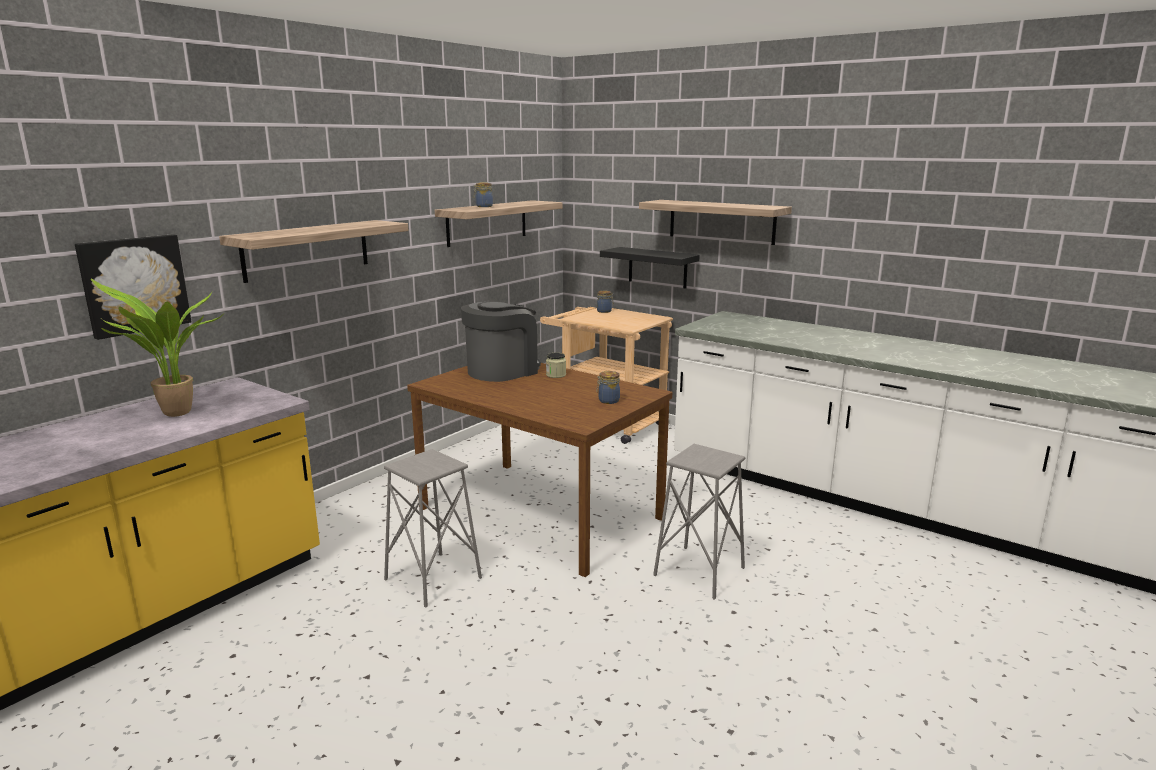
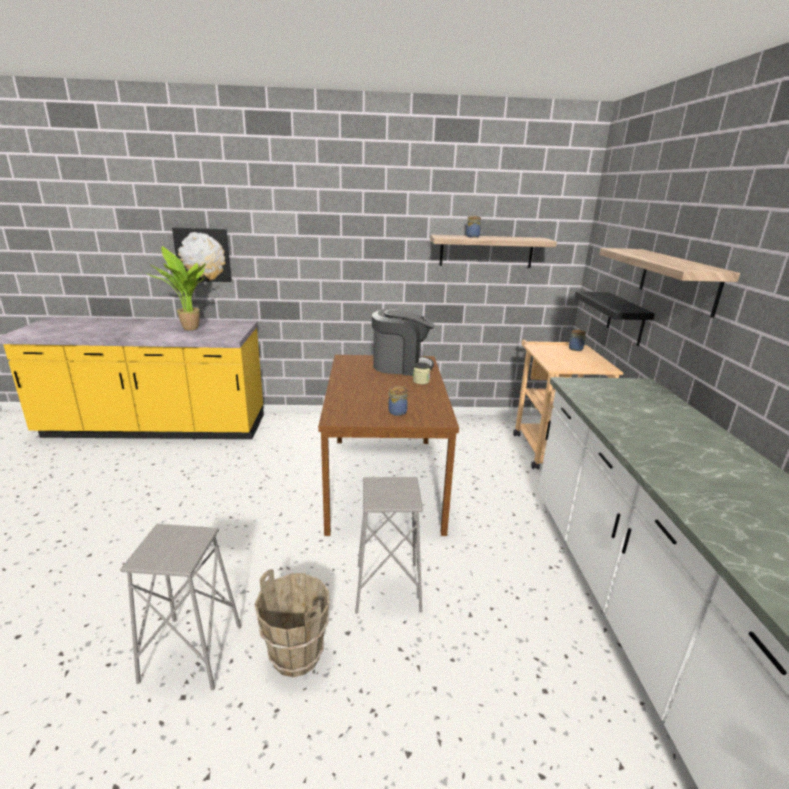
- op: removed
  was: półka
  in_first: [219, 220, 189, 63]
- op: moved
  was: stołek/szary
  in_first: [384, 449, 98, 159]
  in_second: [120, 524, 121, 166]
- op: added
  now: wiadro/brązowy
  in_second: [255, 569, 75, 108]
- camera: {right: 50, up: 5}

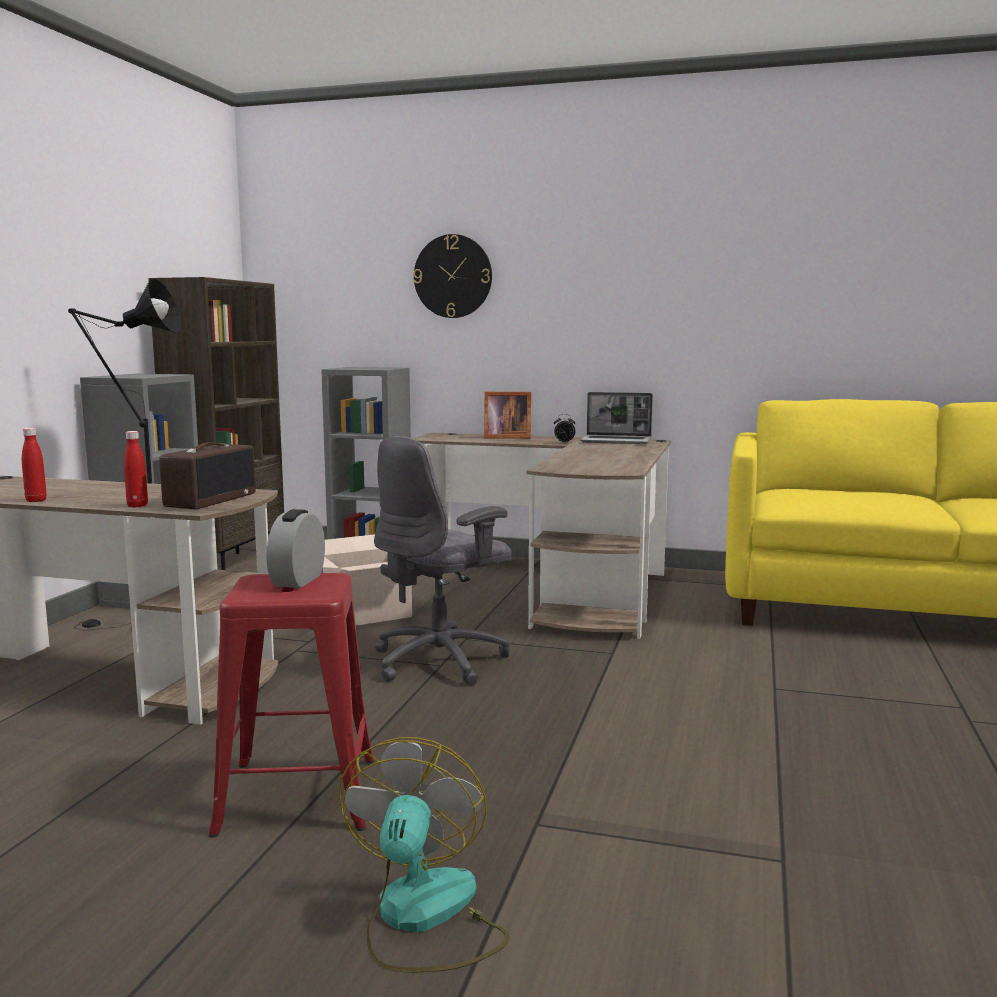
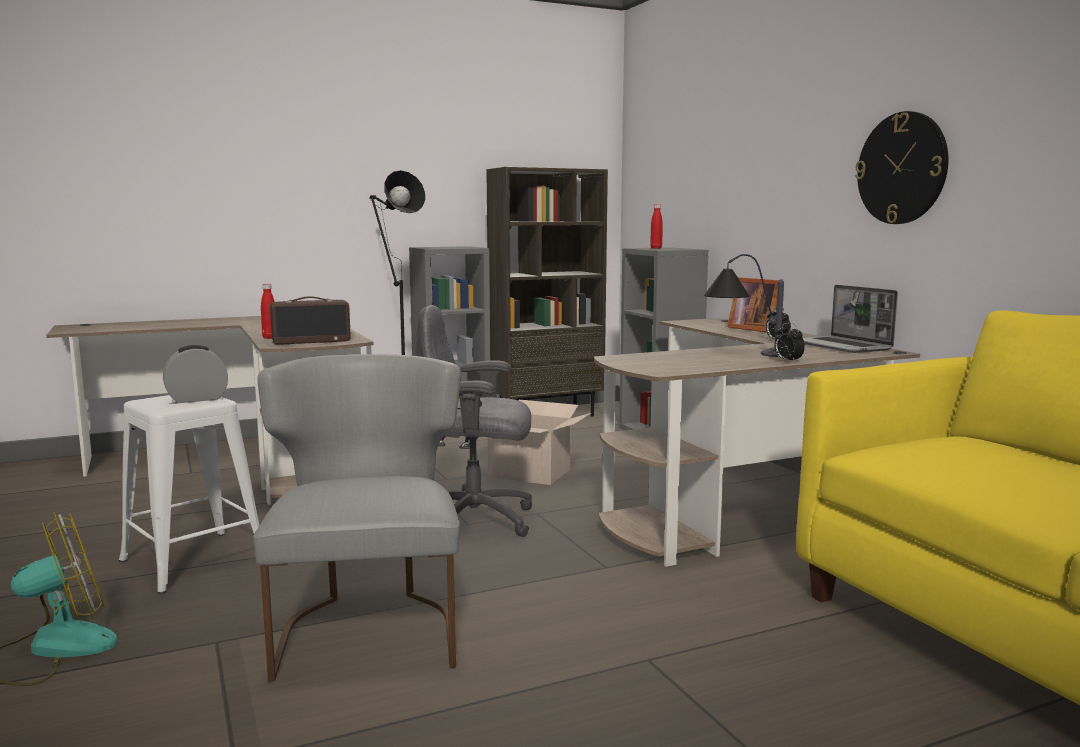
- op: moved
  was: butelka/czerwony
  in_first: [22, 428, 25, 74]
  in_second: [650, 204, 13, 45]
- op: recoloured
  was: stołek/czerwony
  now: stołek/biały
  in_first: [208, 573, 167, 264]
  in_second: [119, 395, 141, 199]
- op: moved
  was: zegar ścienny
  in_first: [413, 234, 79, 84]
  in_second: [855, 111, 93, 113]
- op: added
  now: krzesło/szary
  in_second: [253, 354, 208, 327]
- op: added
  now: lampa stołowa
  in_second: [704, 254, 80, 103]
- op: added
  now: budzik
  in_second: [774, 323, 31, 40]
- camera: {right: 50, up: 0}

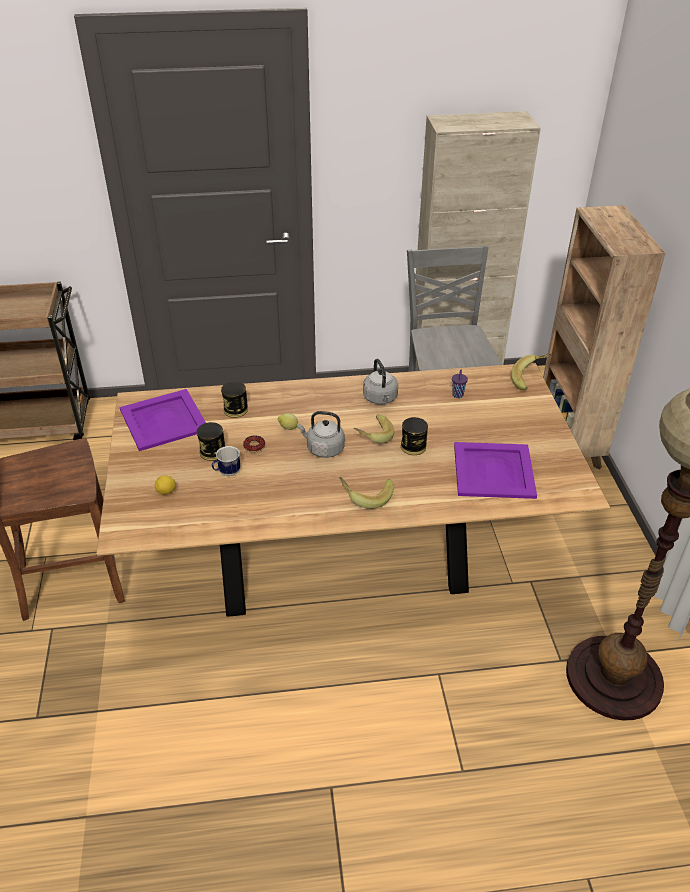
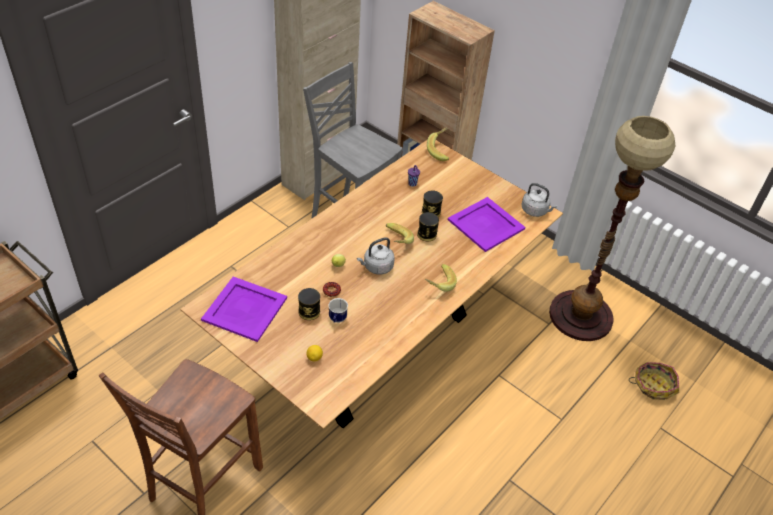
- op: moved
  was: puszka
  in_first: [221, 382, 27, 36]
  in_second: [422, 190, 21, 27]
- op: moved
  was: czajnik/szary
  in_first: [363, 359, 35, 46]
  in_second: [522, 183, 35, 34]
- op: added
  now: koszyk
  in_second: [629, 362, 50, 38]
- camera: {right: -45, up: 5}

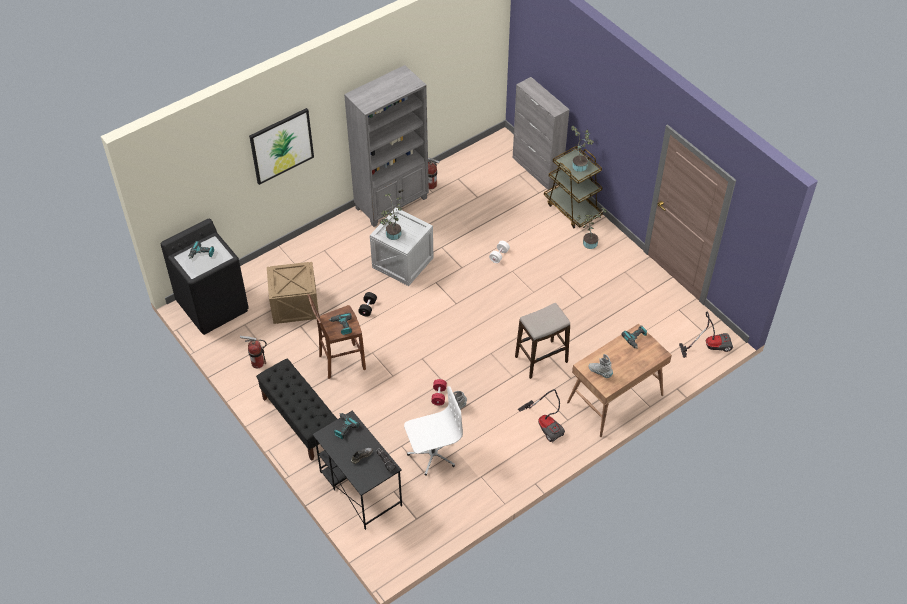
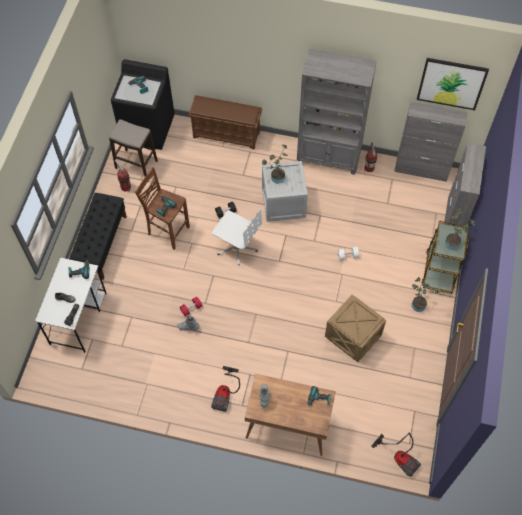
- op: moved
  was: obraz
  in_first: [249, 108, 65, 77]
  in_second: [417, 58, 72, 52]
- op: moved
  was: skrzynka
  in_first: [267, 262, 52, 62]
  in_second: [325, 295, 61, 67]
- op: recoloured
  was: biurko/czarny
  now: biurko/biały
  in_first: [312, 411, 90, 119]
  in_second: [35, 257, 71, 96]
- op: moved
  was: krzesło biurowe/biały
  in_first: [404, 386, 59, 90]
  in_second: [212, 209, 50, 57]
- op: moved
  was: stołek
  in_first: [515, 303, 55, 76]
  in_second: [109, 119, 49, 58]
- op: added
  now: regał na buty/brązowy
  in_second: [188, 95, 74, 55]
- op: added
  now: szafka/szary
  in_second: [394, 102, 74, 80]
- camera: {right: 50, up: 10}

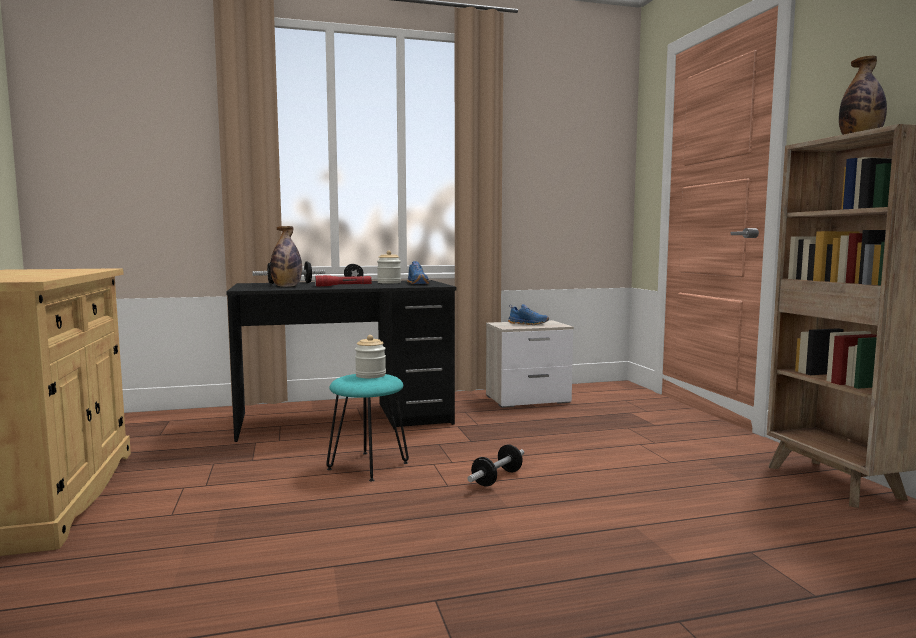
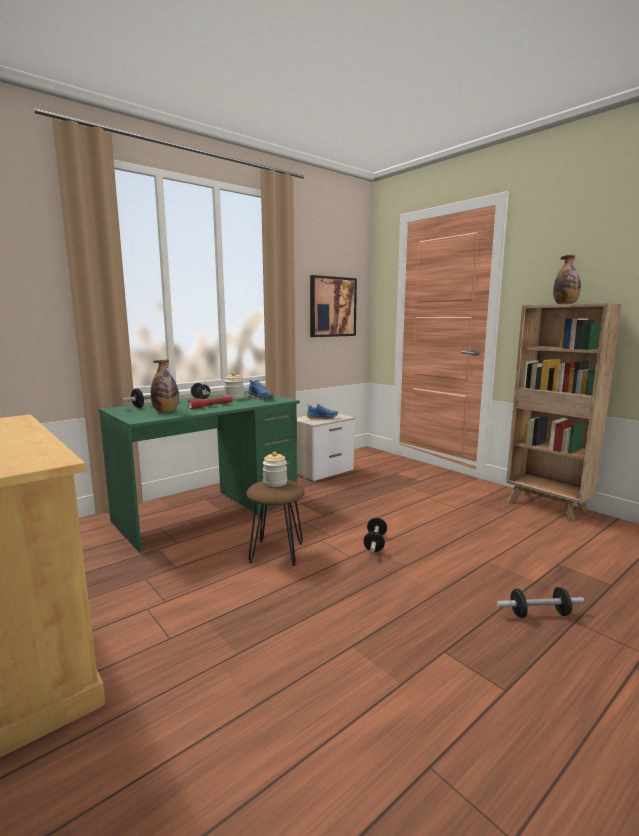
- op: recoloured
  was: biurko/czarny
  now: biurko/zielony
  in_first: [226, 280, 231, 162]
  in_second: [98, 391, 202, 161]
- op: recoloured
  was: stołek/turkusowy
  now: stołek/brązowy
  in_first: [326, 374, 83, 107]
  in_second: [246, 480, 59, 86]
- op: added
  now: obraz
  in_second: [310, 275, 47, 62]
- op: added
  now: hantel
  in_second: [497, 587, 88, 31]
- camera: {right: -25, up: 5}

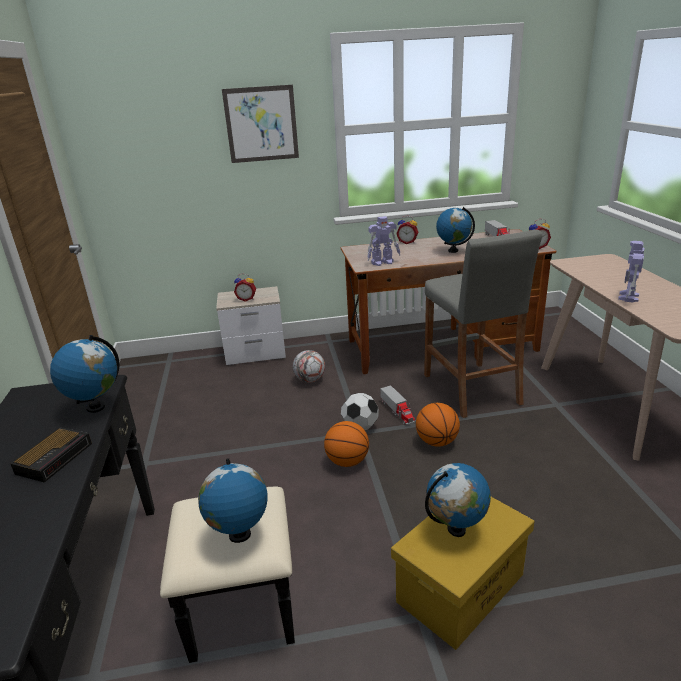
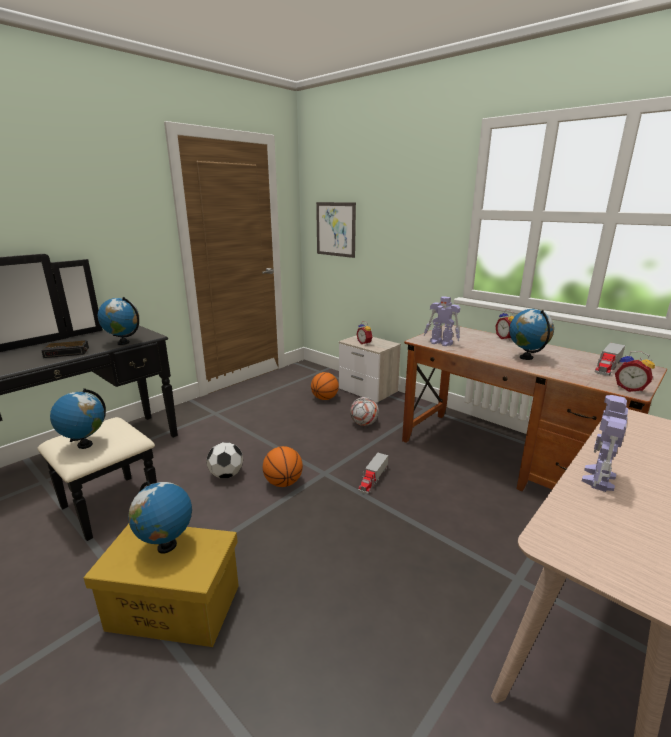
- op: moved
  was: obraz
  in_first: [222, 85, 77, 78]
  in_second: [316, 202, 40, 56]
- op: moved
  was: piłka futbolowa
  in_first: [341, 393, 38, 37]
  in_second: [206, 442, 37, 37]
- op: moved
  was: piłka do koszykówki
  in_first: [416, 403, 44, 44]
  in_second: [311, 372, 28, 28]
- op: removed
  was: stołek/szary
  in_first: [424, 230, 118, 188]
- op: turned
  was: robot zabawkowy
  in_first: [618, 241, 26, 62]
  in_second: [582, 395, 46, 97]
  clockwise: -45
- camera: {right: 50, up: -5}

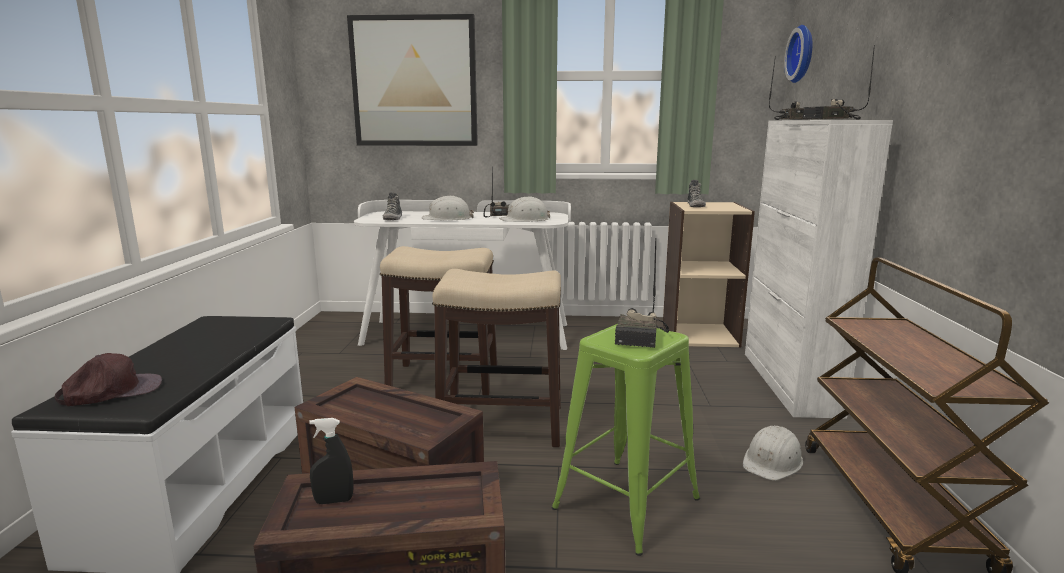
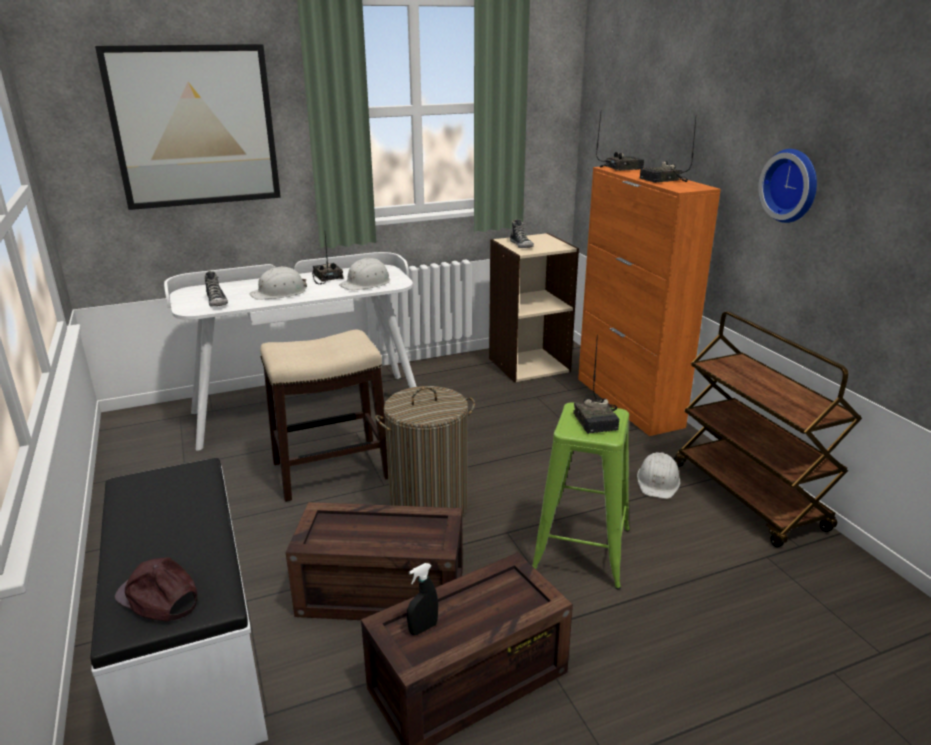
- op: turned
  was: czapka z daszkiem/brązowy
  in_first: [54, 353, 108, 53]
  in_second: [115, 557, 82, 64]
  clockwise: -90
- op: replaced
  was: stołek
  now: kosz na pranie
  in_first: [432, 269, 129, 178]
  in_second: [375, 386, 100, 129]
- op: recoloured
  was: szafka/biały
  now: szafka/pomarańczowy
  in_first: [745, 120, 148, 299]
  in_second: [578, 166, 143, 270]
- op: moved
  was: zegar ścienny
  in_first: [784, 25, 28, 58]
  in_second: [758, 149, 59, 74]
- camera: {right: -25, up: 10}

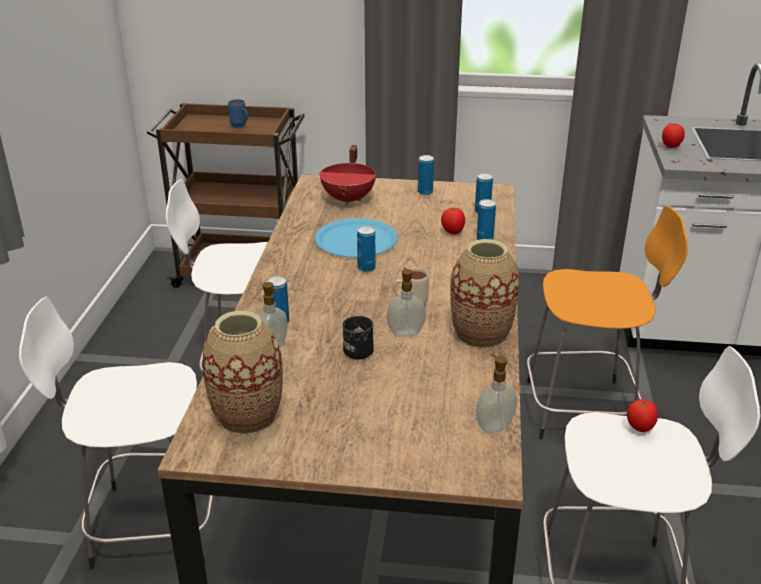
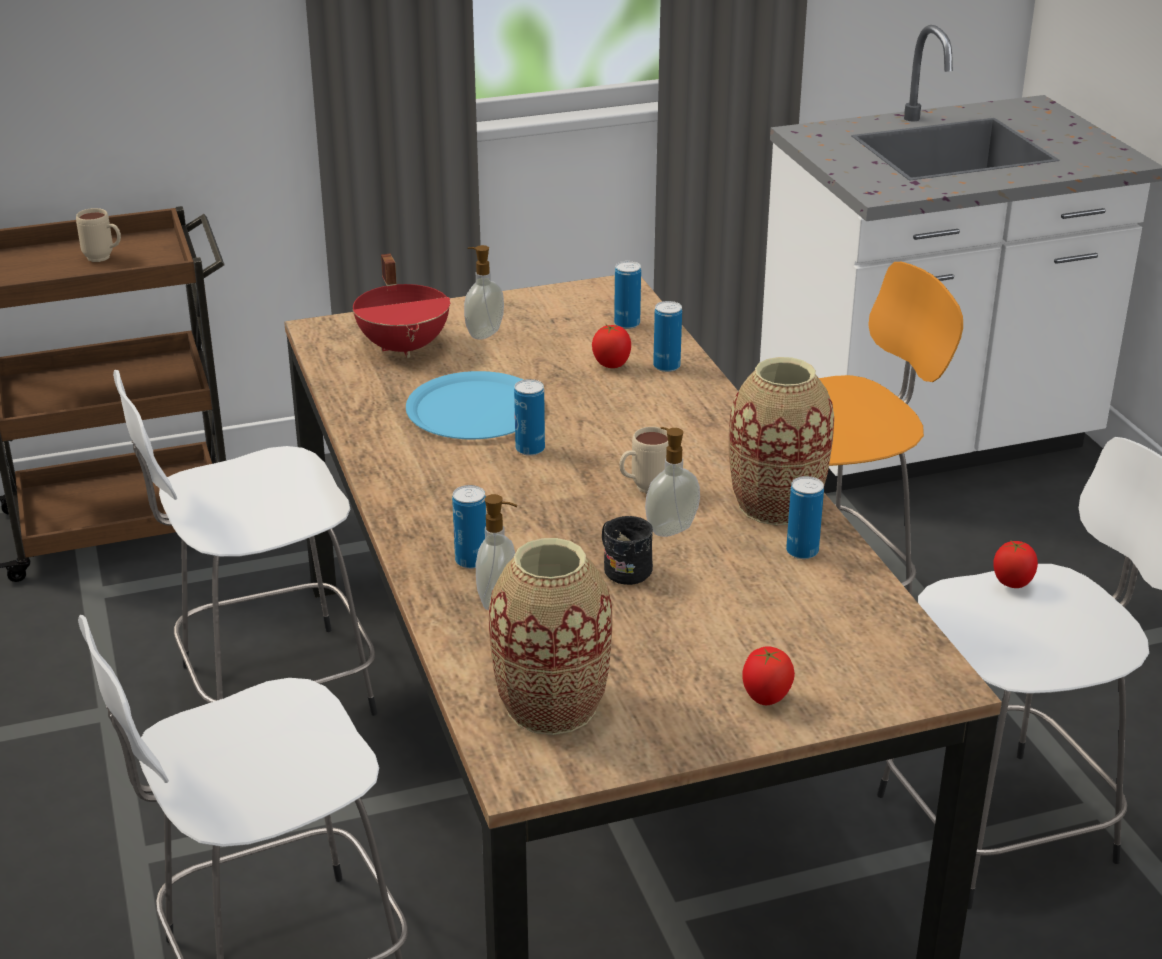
- op: recoloured
  was: kubek/niebieski
  now: kubek/beżowy
  in_first: [228, 99, 20, 29]
  in_second: [76, 208, 45, 54]
- op: moved
  was: puszka
  in_first: [418, 155, 16, 40]
  in_second: [786, 476, 38, 83]
- op: moved
  was: dozownik mydła
  in_first: [476, 354, 41, 79]
  in_second: [464, 245, 40, 95]
- op: moved
  was: pomidor
  in_first: [662, 123, 23, 25]
  in_second: [742, 646, 53, 59]
- camera: {right: -25, up: 0}

